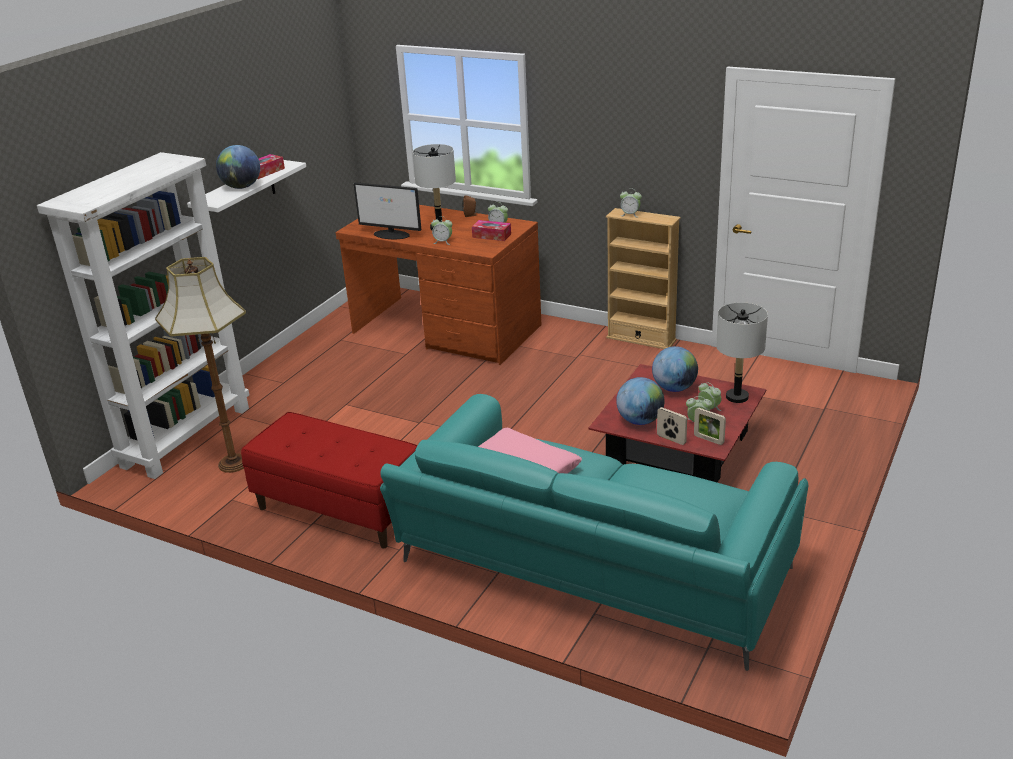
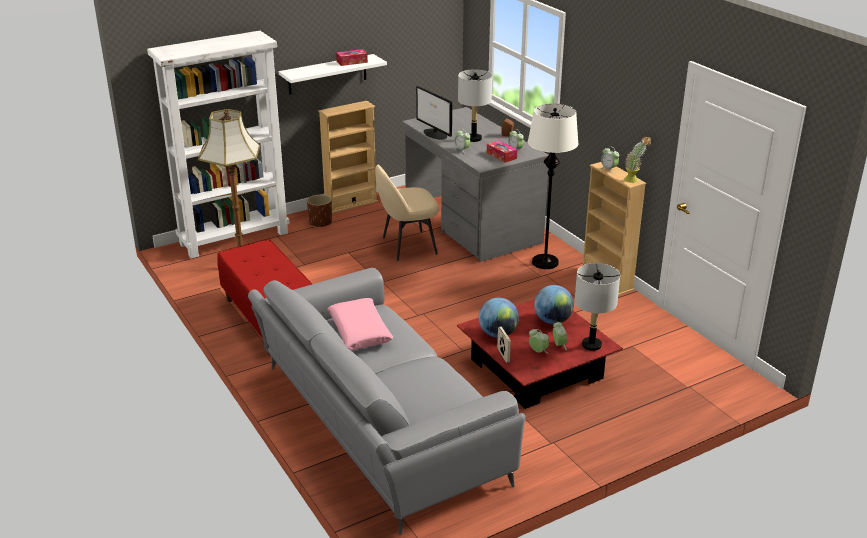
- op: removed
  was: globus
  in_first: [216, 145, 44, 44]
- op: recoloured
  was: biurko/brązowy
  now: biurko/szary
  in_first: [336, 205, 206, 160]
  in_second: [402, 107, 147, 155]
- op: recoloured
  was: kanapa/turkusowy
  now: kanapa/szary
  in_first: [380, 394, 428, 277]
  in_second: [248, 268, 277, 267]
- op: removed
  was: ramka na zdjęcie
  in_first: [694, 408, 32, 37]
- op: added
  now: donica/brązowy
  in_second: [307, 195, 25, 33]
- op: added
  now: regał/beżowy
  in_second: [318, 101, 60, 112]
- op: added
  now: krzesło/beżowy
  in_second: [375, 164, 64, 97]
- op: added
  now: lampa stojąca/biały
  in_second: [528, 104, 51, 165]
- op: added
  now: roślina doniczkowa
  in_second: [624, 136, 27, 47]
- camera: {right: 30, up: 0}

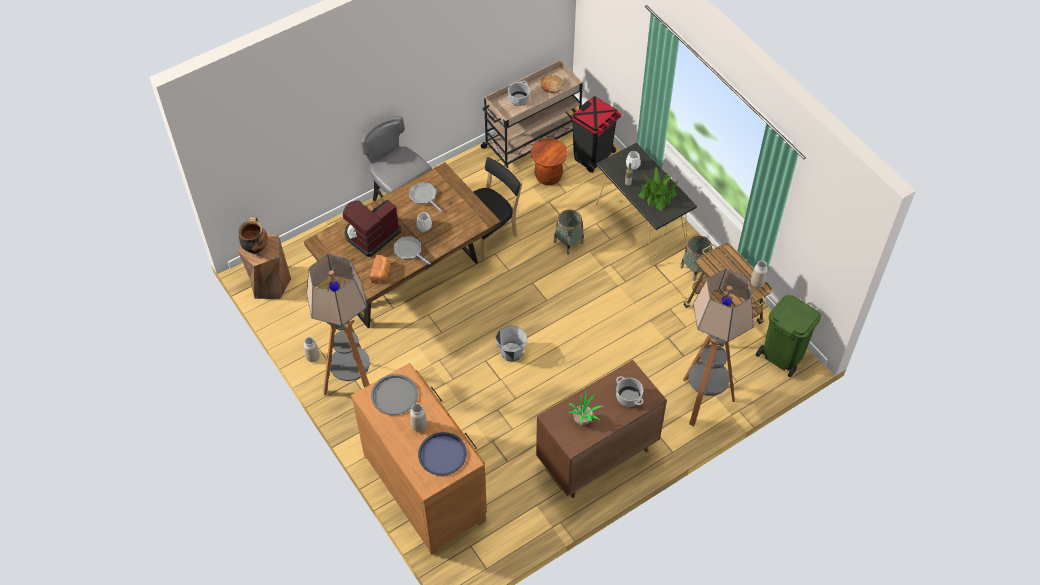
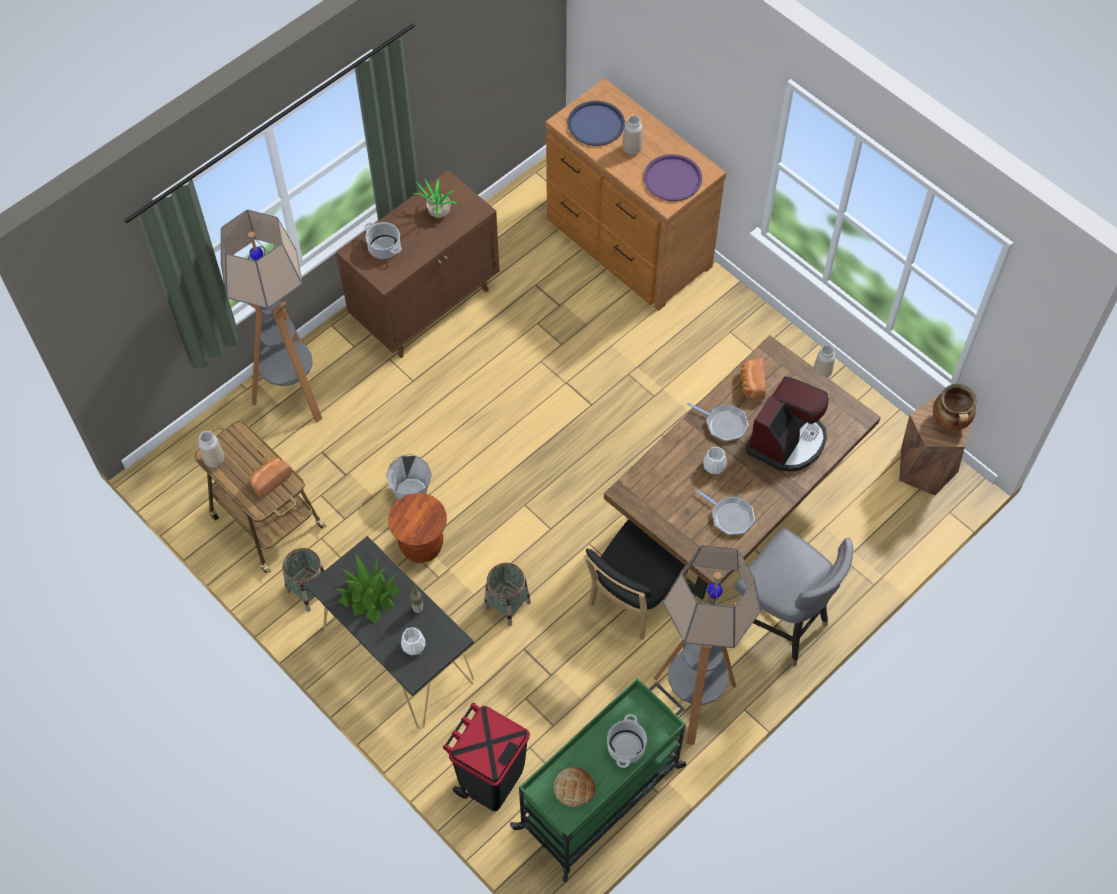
- op: moved
  was: lampa stojąca
  in_first: [307, 254, 63, 141]
  in_second: [654, 545, 107, 200]
- op: recoloured
  was: taca/szary
  now: taca/fioletowy
  in_first: [371, 374, 47, 41]
  in_second: [644, 154, 58, 47]
- op: recoloured
  was: wózek/beżowy
  now: wózek/zielony
  in_first: [481, 60, 102, 108]
  in_second: [510, 678, 176, 204]
- op: moved
  was: wiadro/szary
  in_first: [496, 325, 32, 37]
  in_second: [386, 454, 46, 46]
- op: moved
  was: stołek/brązowy
  in_first: [531, 138, 37, 47]
  in_second: [388, 493, 59, 70]
- op: removed
  was: kosz na śmieci/zielony
  in_first: [756, 295, 65, 82]
- op: added
  now: chleb
  in_second: [249, 457, 43, 41]
- camera: {right: 170, up: 5}

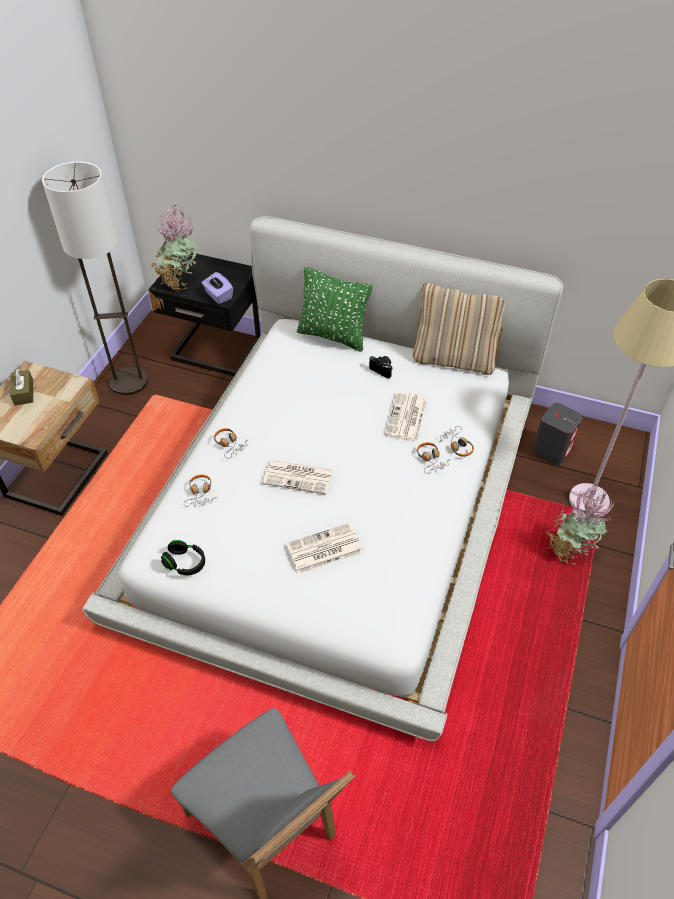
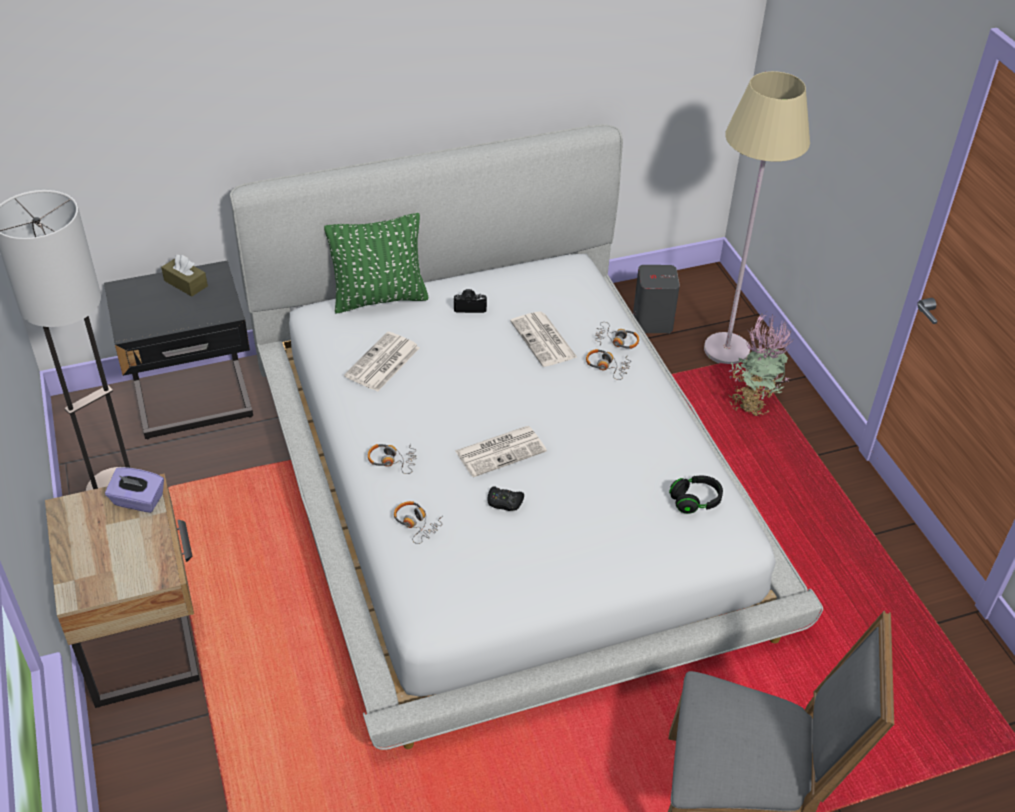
- op: moved
  was: pudełko chusteczek/brązowy
  in_first: [10, 369, 23, 37]
  in_second: [161, 255, 47, 42]
- op: removed
  was: roślina doniczkowa
  in_first: [150, 205, 48, 86]
- op: moved
  was: słuchawki/czarny
  in_first: [161, 540, 44, 35]
  in_second: [669, 475, 54, 39]
- op: moved
  was: pudełko chusteczek/fioletowy
  in_first: [202, 272, 31, 32]
  in_second: [105, 467, 59, 46]
- op: moved
  was: gazeta
  in_first: [286, 523, 78, 51]
  in_second: [344, 332, 76, 60]
- op: removed
  was: poduszka/beżowy
  in_first: [413, 283, 92, 92]
- op: added
  now: pad do gier/czarny
  in_second: [487, 486, 37, 25]
- camera: {right: -40, up: -5}

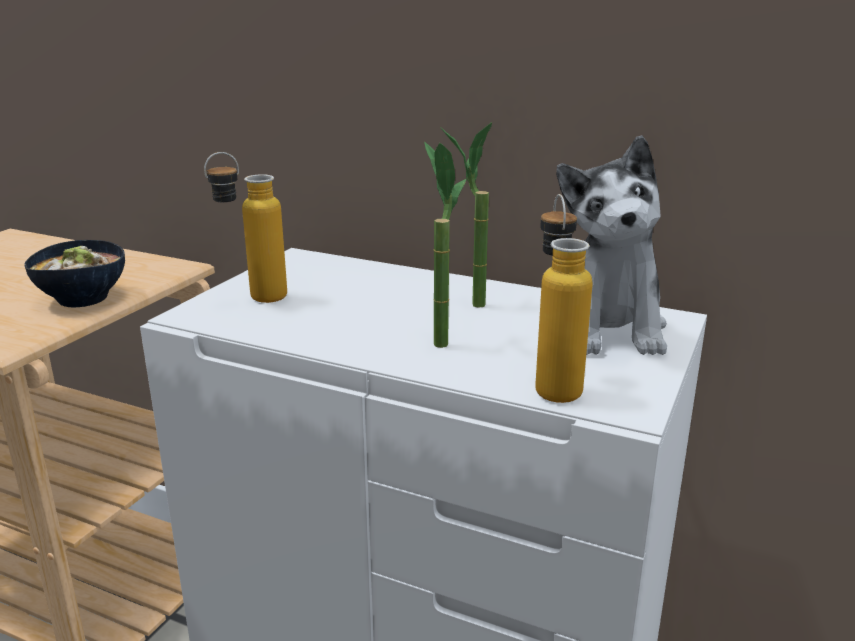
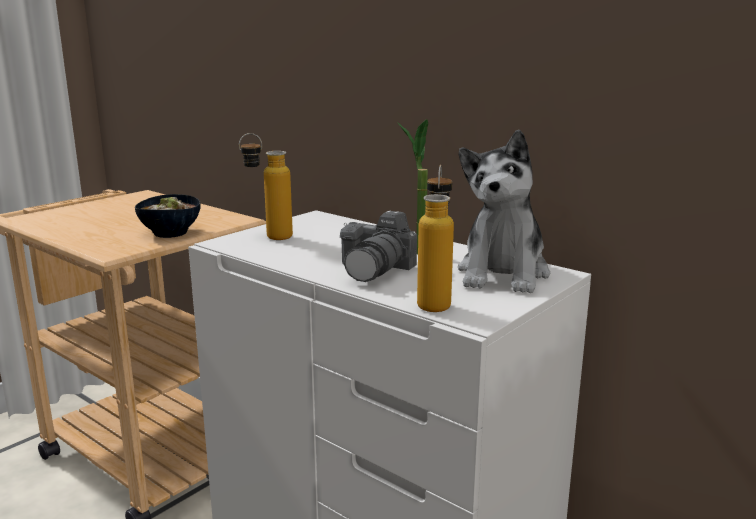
- op: replaced
  was: roślina doniczkowa
  now: aparat fotograficzny
  in_first: [424, 142, 42, 206]
  in_second: [340, 211, 77, 71]
- camera: {right: 15, up: -5}

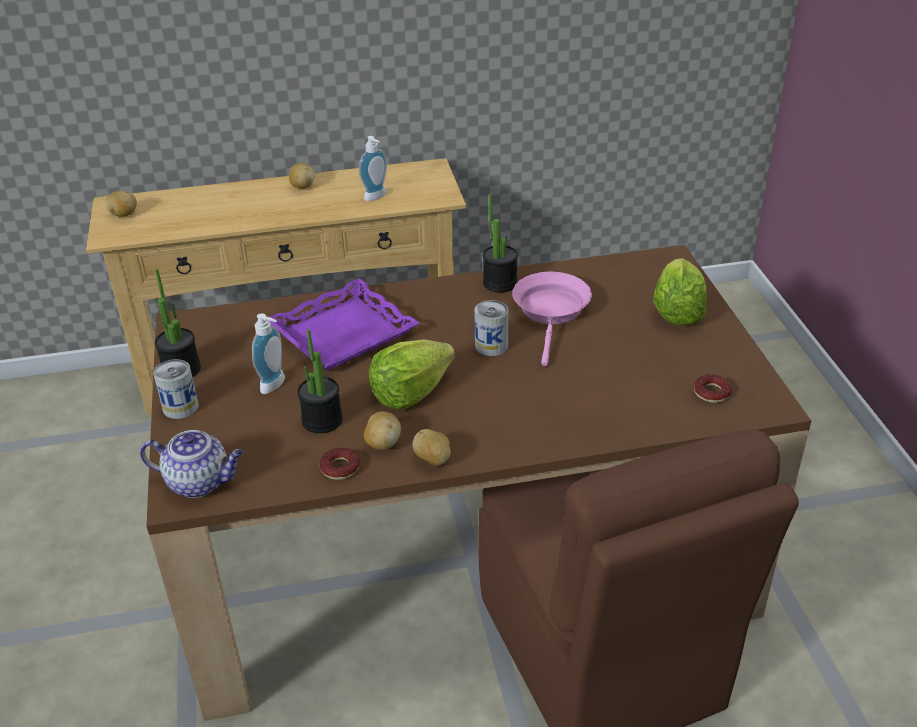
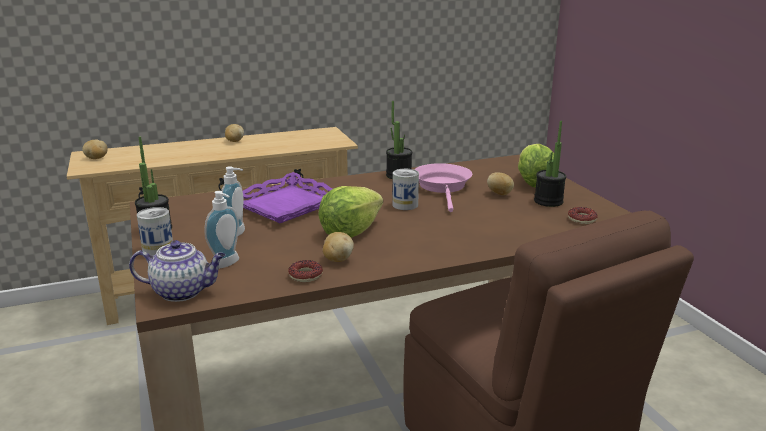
- op: moved
  was: roślina doniczkowa
  in_first: [297, 329, 46, 105]
  in_second: [534, 121, 32, 86]
- op: moved
  was: dozownik mydła
  in_first: [359, 136, 28, 65]
  in_second: [205, 191, 34, 78]
- op: moved
  was: ziemniak
  in_first: [413, 429, 38, 37]
  in_second: [487, 172, 27, 23]
- camera: {right: -10, up: -15}

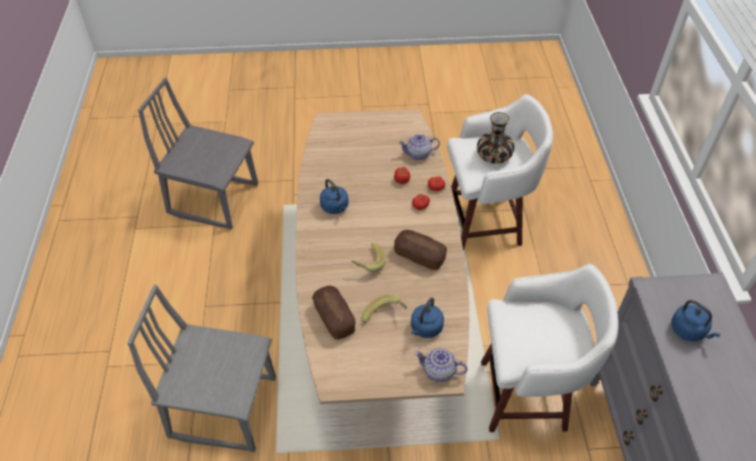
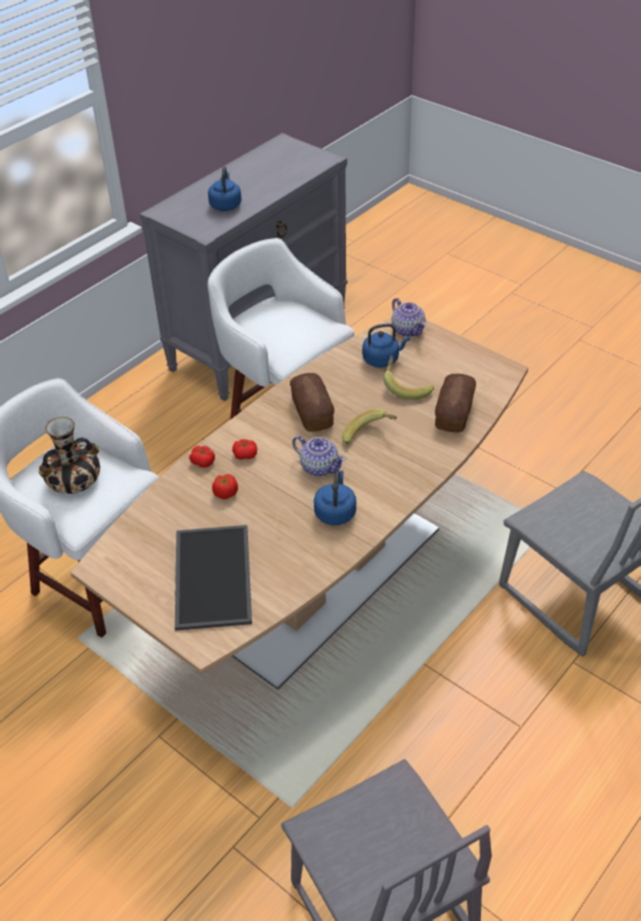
- op: moved
  was: imbryk
  in_first: [398, 134, 42, 26]
  in_second: [292, 436, 54, 40]
- op: added
  now: taca
  in_second: [175, 525, 77, 106]
- camera: {right: -135, up: -5}

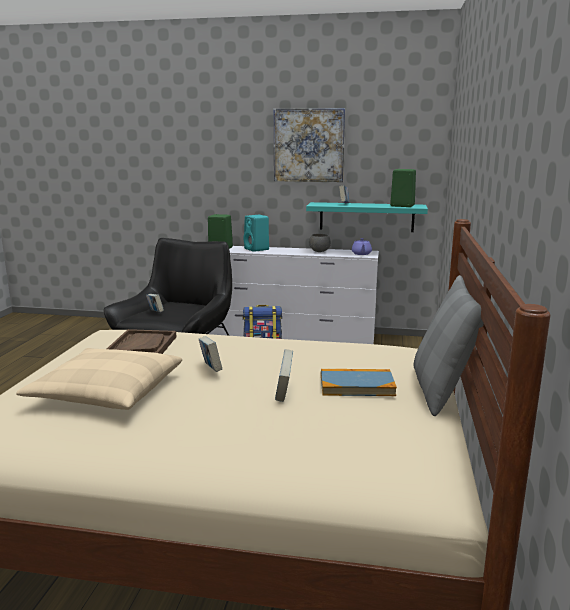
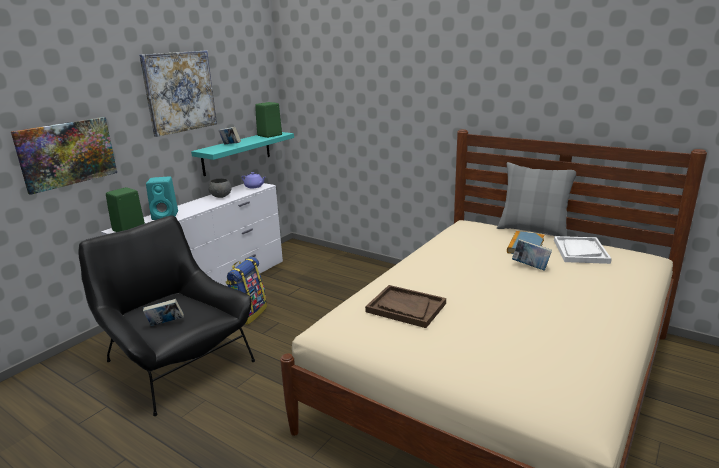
- op: removed
  was: poduszka/beżowy
  in_first: [16, 348, 166, 62]
- op: removed
  was: książka
  in_first: [199, 336, 23, 36]
- op: added
  now: obraz
  in_second: [11, 117, 106, 78]
- op: added
  now: taca/biały
  in_second: [554, 236, 58, 28]
- camera: {right: -65, up: 5}

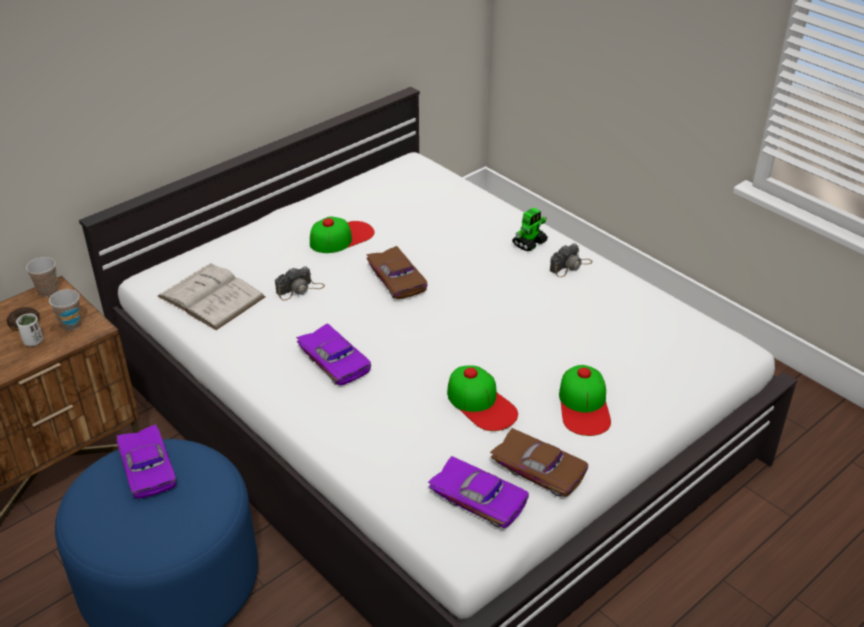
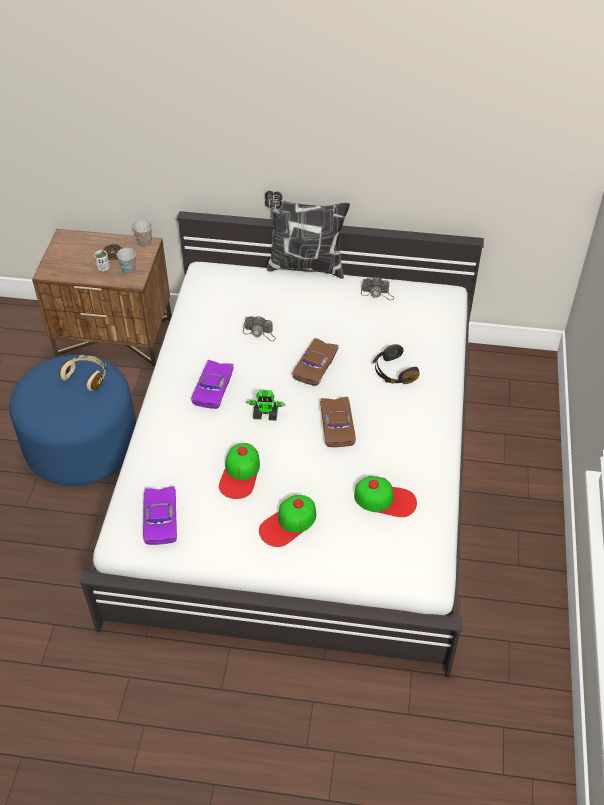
- op: replaced
  was: samochodzik/fioletowy
  now: słuchawki/beżowy
  in_first: [117, 424, 59, 75]
  in_second: [59, 355, 47, 36]
- op: removed
  was: książka/biały
  in_first: [158, 263, 108, 67]
- op: moved
  was: czapka z daszkiem
  in_first: [310, 217, 64, 36]
  in_second: [354, 476, 63, 41]
- op: moved
  was: samochodzik/brązowy
  in_first: [490, 428, 98, 69]
  in_second: [320, 397, 36, 50]
- op: moved
  was: robot zabawkowy
  in_first: [512, 207, 36, 44]
  in_second: [246, 390, 40, 31]
- op: moved
  was: aparat fotograficzny
  in_first: [550, 243, 42, 34]
  in_second: [361, 278, 33, 22]
- op: added
  now: poduszka
  in_second: [265, 191, 85, 88]
- op: added
  now: słuchawki/czarny
  in_second: [373, 344, 46, 40]
- camera: {right: 50, up: 10}

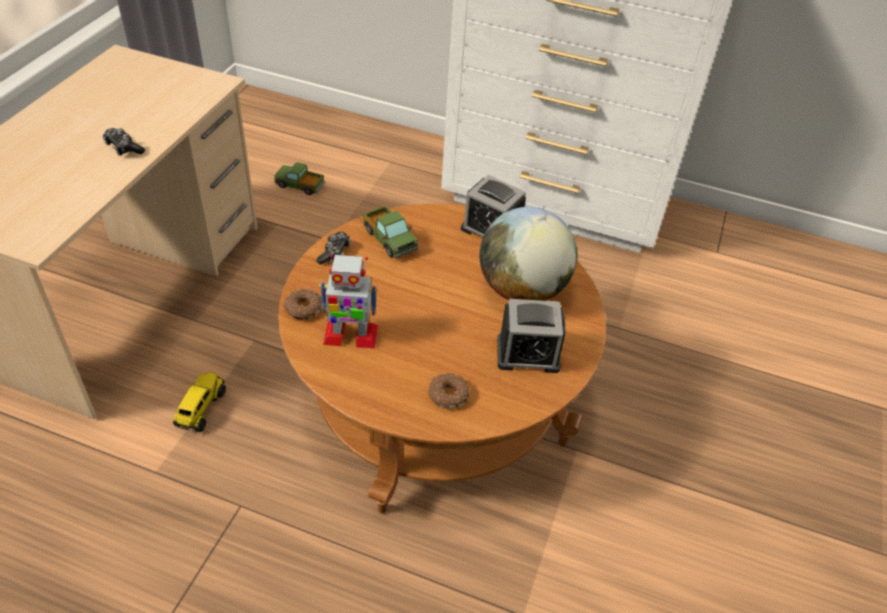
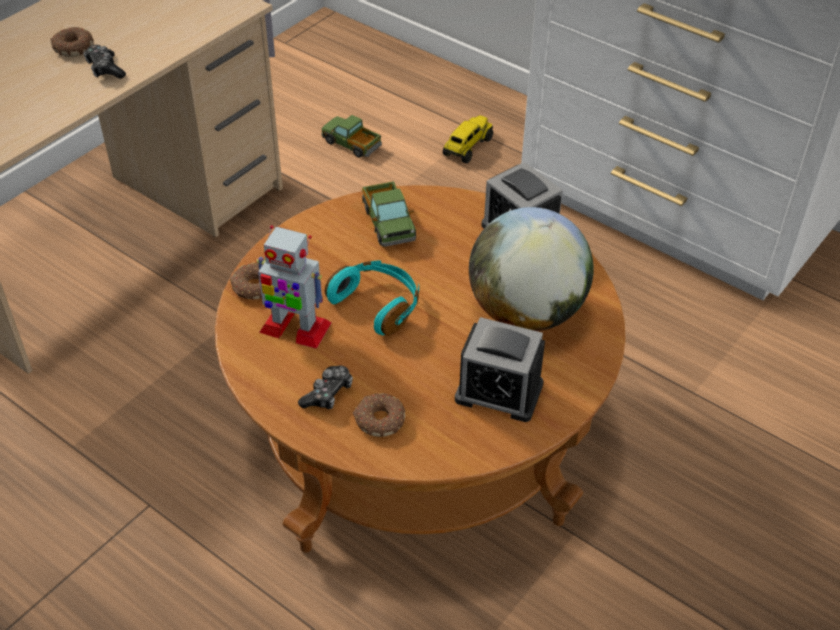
- op: moved
  was: ciężarówka zabawkowa
  in_first: [173, 372, 53, 60]
  in_second: [443, 115, 50, 49]
- op: moved
  was: pad do gier
  in_first: [316, 232, 35, 32]
  in_second: [298, 366, 55, 44]
- op: added
  now: donut
  in_second: [50, 27, 44, 30]
- op: added
  now: słuchawki/turkusowy
  in_second: [325, 260, 94, 76]
- camera: {right: 20, up: 0}

